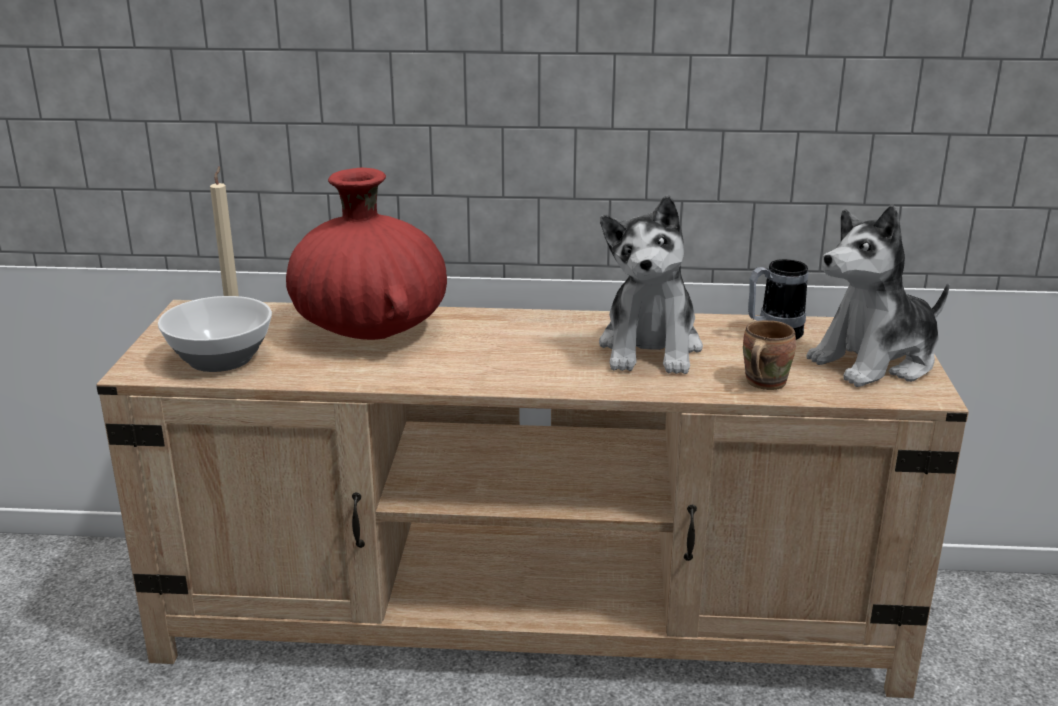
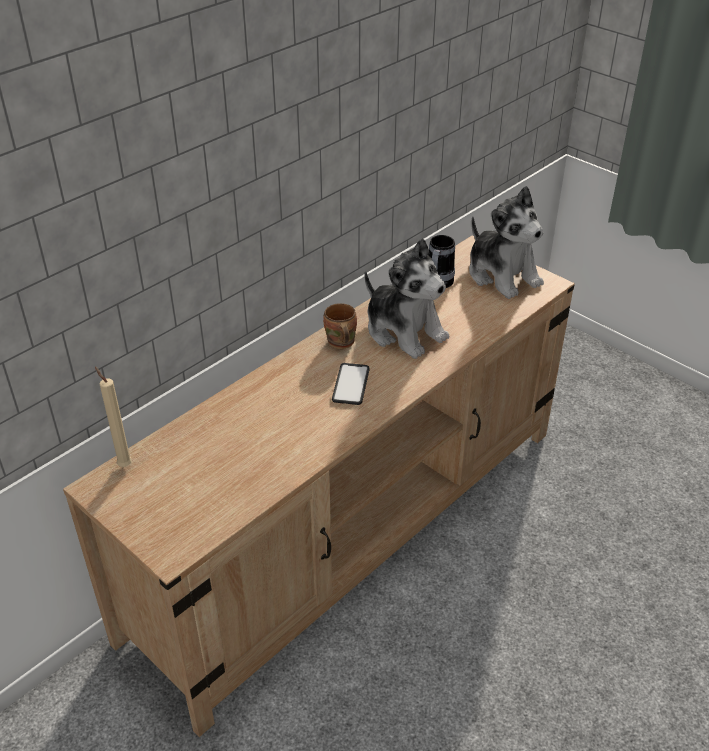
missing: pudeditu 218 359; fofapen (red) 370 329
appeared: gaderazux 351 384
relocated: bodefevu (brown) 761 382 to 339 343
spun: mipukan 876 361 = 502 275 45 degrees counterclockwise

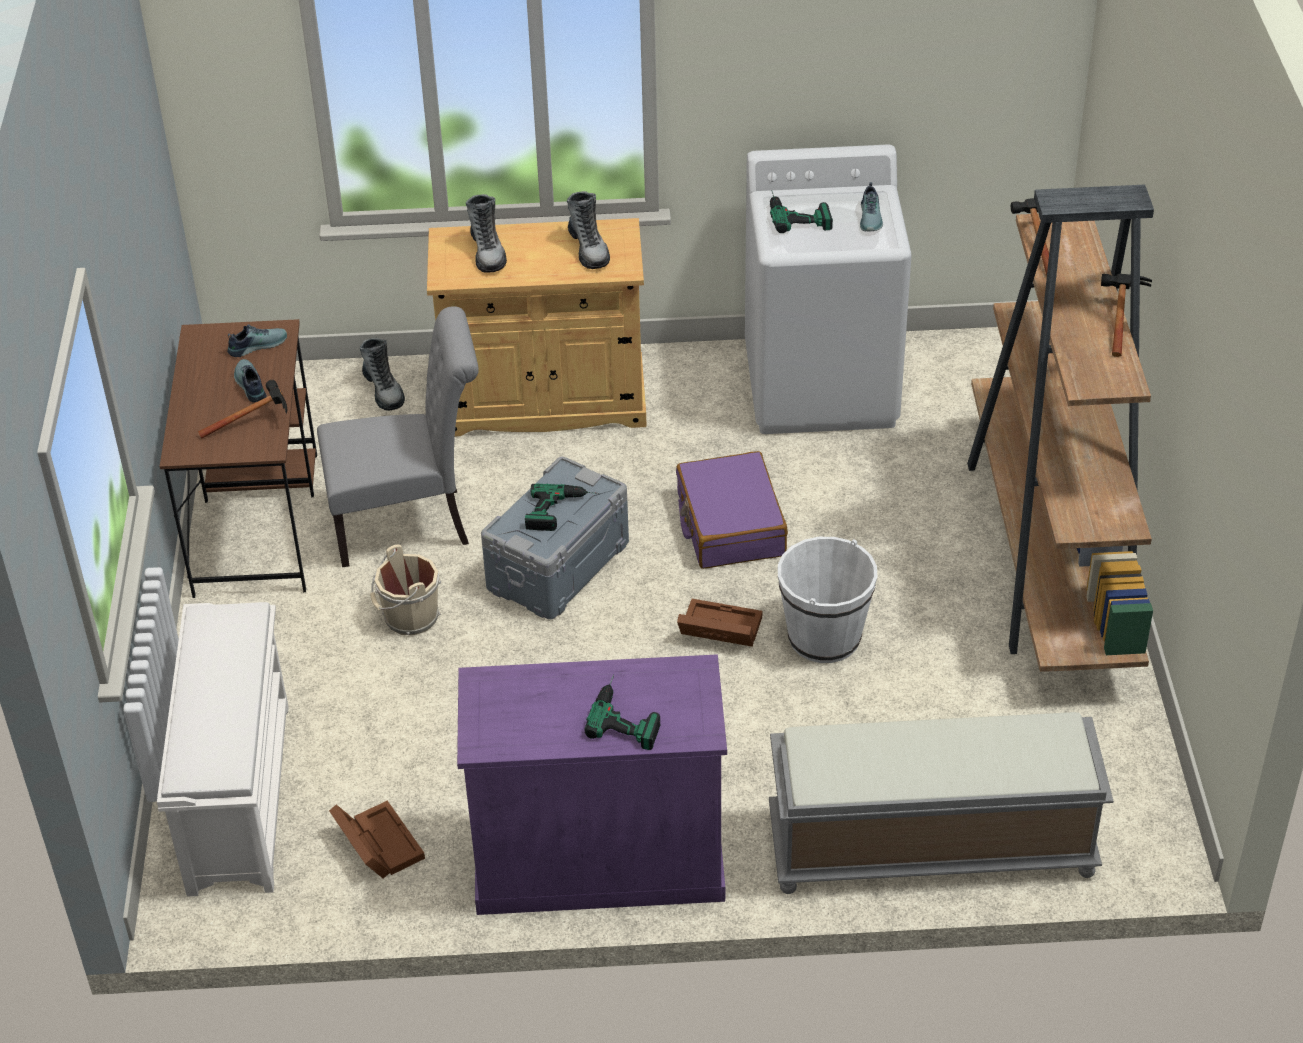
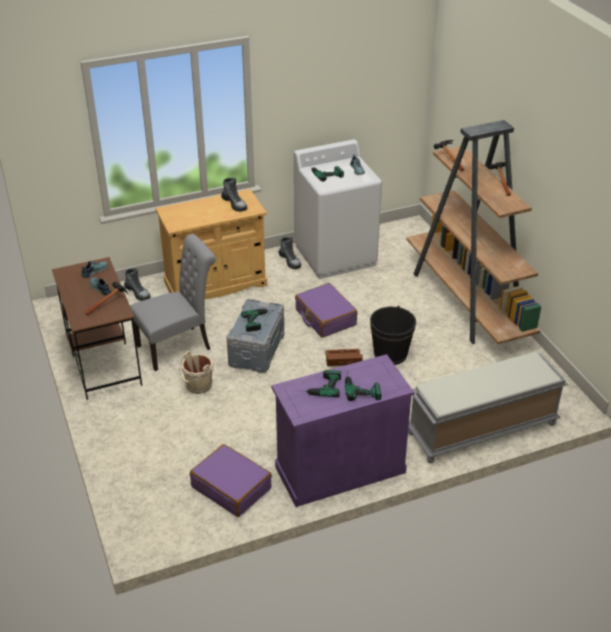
missing: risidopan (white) 238 796
appeared: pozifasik 320 386
relocated: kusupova 487 252 to 290 261
exchanged: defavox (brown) 376 844 to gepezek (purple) 231 487
colour: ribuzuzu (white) 824 637 to ribuzuzu (black) 390 354

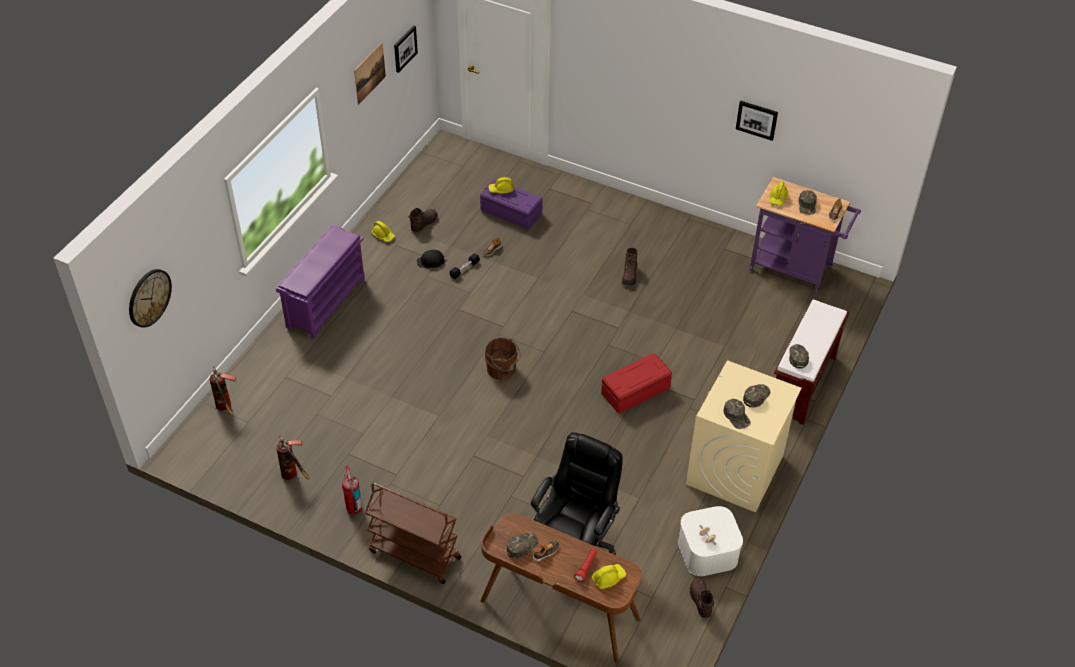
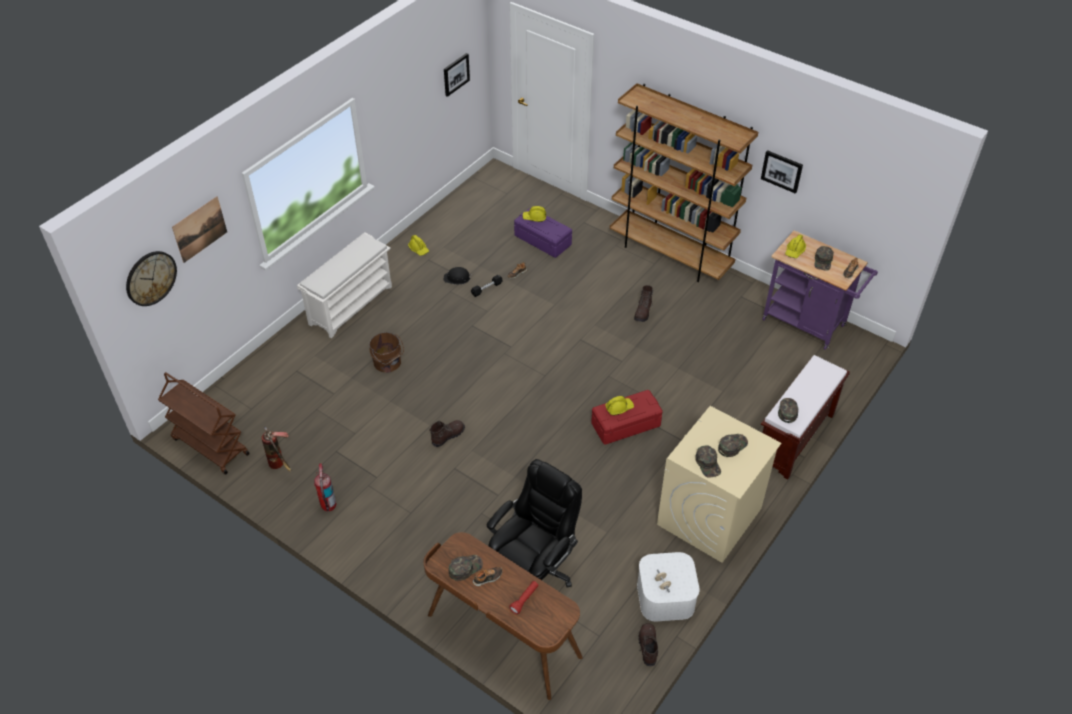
missing: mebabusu 227 408
appeared: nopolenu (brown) 670 255
relocated: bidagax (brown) 414 555 to 210 446; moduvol 369 73 to 200 229; ribuzuzu (brown) 502 370 to 388 363; kusupova (brown) 423 223 to 447 436; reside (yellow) 608 578 to 619 408
colour: risidopan (purple) 326 302 to risidopan (white) 351 304

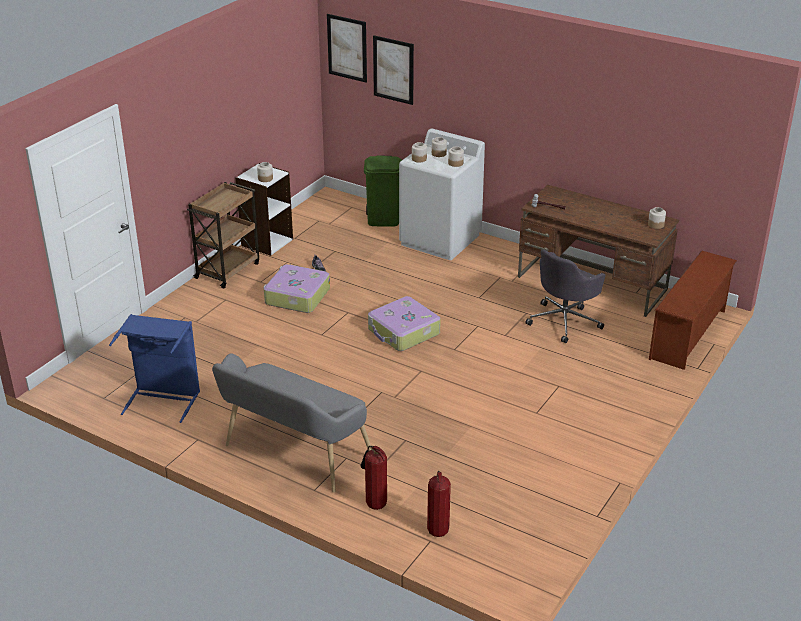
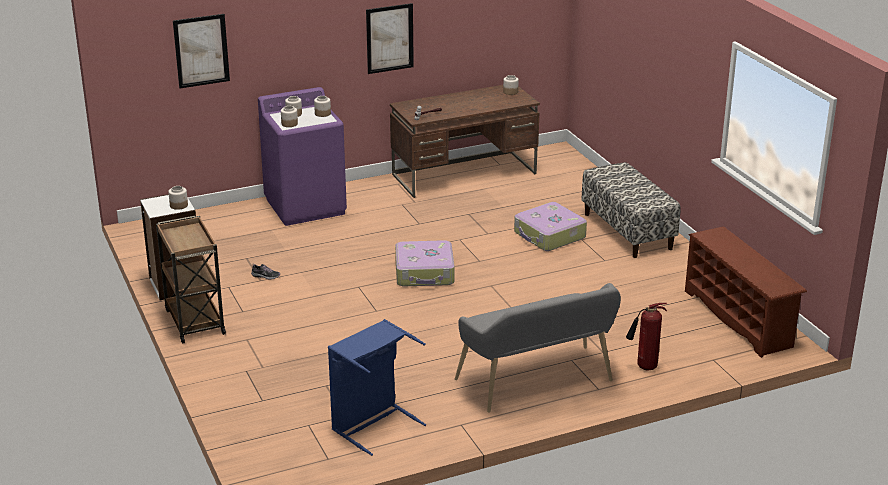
missing: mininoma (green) 384 220; mebabusu 437 530; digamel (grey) 564 321
appeared: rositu 628 231
relocated: moduvol 347 48 to 389 38; gepezek 296 296 to 549 235; risidopan (brown) 689 335 to 739 319
colour: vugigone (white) 440 240 to vugigone (purple) 306 206

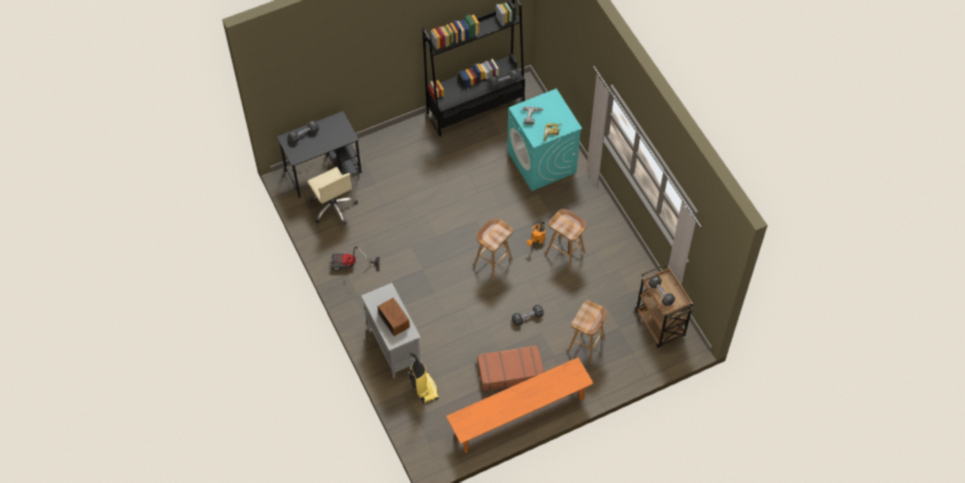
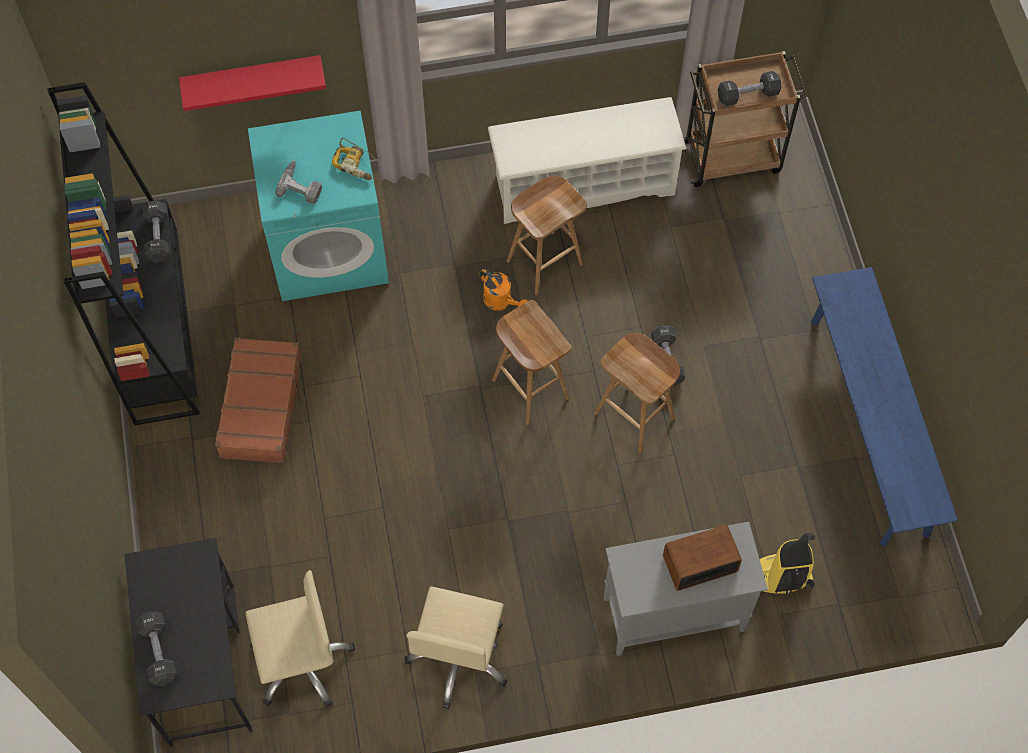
appeared: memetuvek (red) 252 78; risidopan (white) 584 184
relocated: gepezek (brown) 510 371 to 260 407; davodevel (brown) 586 346 to 635 416
exchanged: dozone 351 266 to digamel (beige) 460 657
colour: rositu (orange) 519 415 to rositu (blue) 868 425

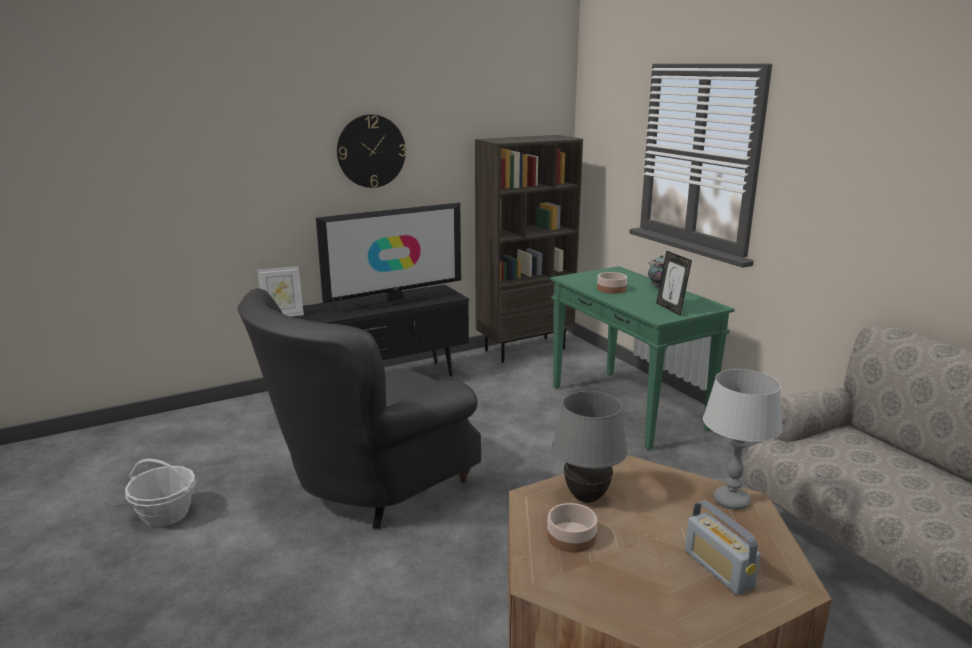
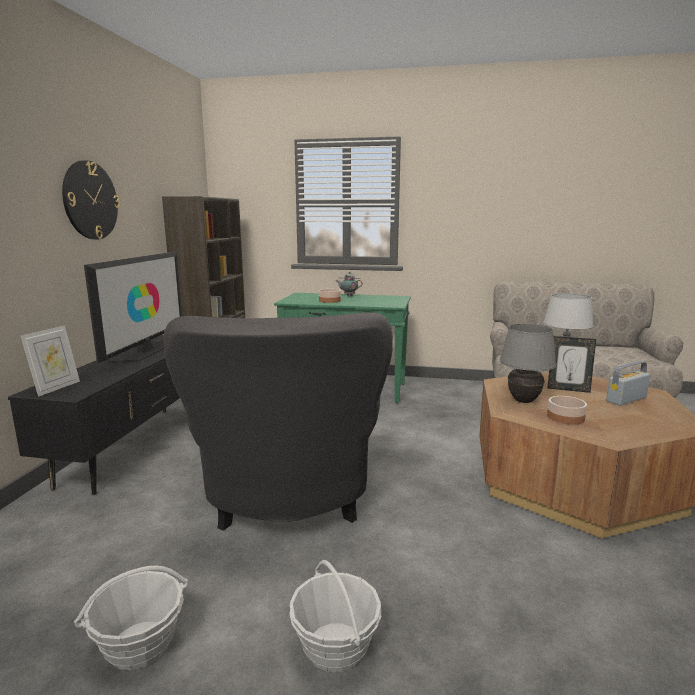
appeared: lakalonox 335 646
relocated: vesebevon 670 309 to 568 389
spun: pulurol 718 569 = 626 399 135 degrees clockwise

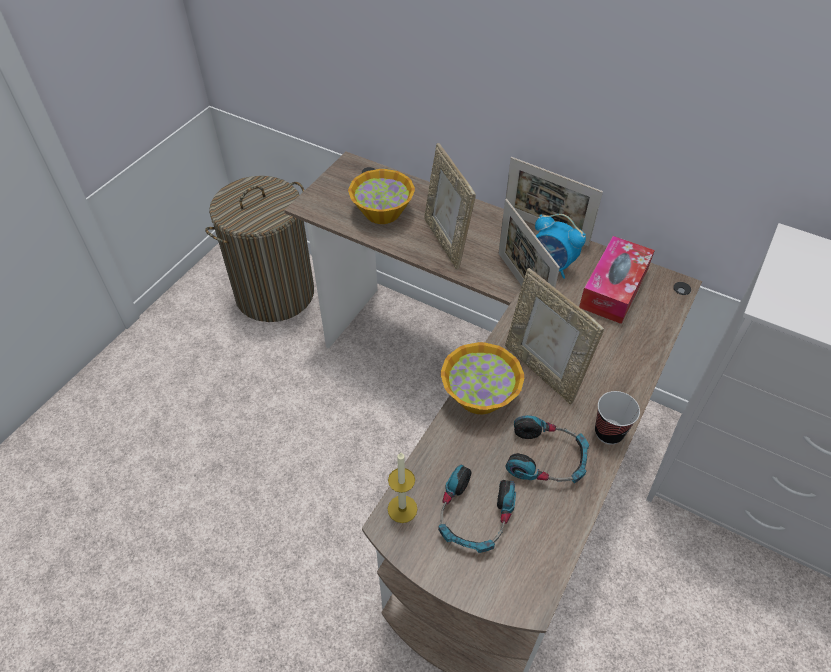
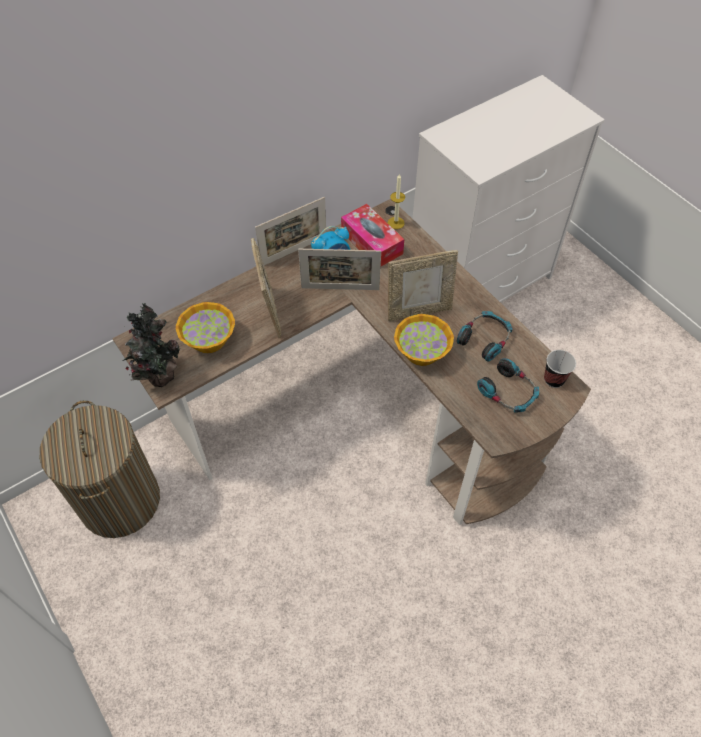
appeared: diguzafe 158 376
relocated: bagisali 402 509 to 396 223; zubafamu 609 432 to 554 379
spun: vesebevon 446 241 = 269 313 105 degrees counterclockwise

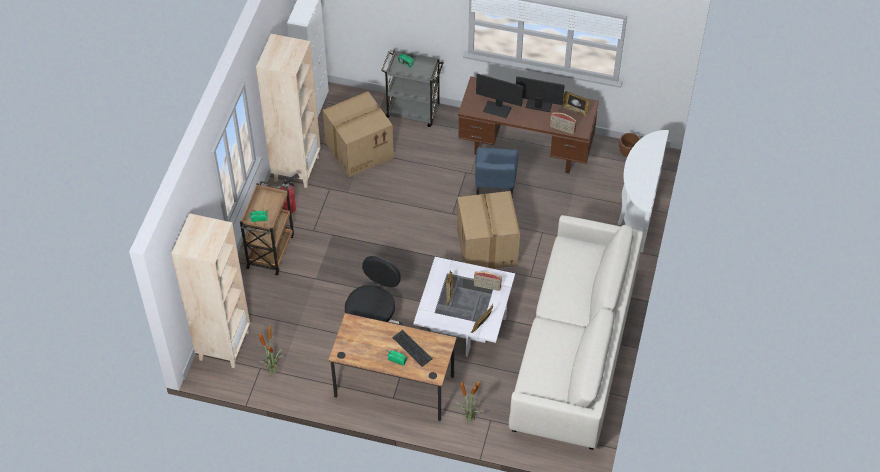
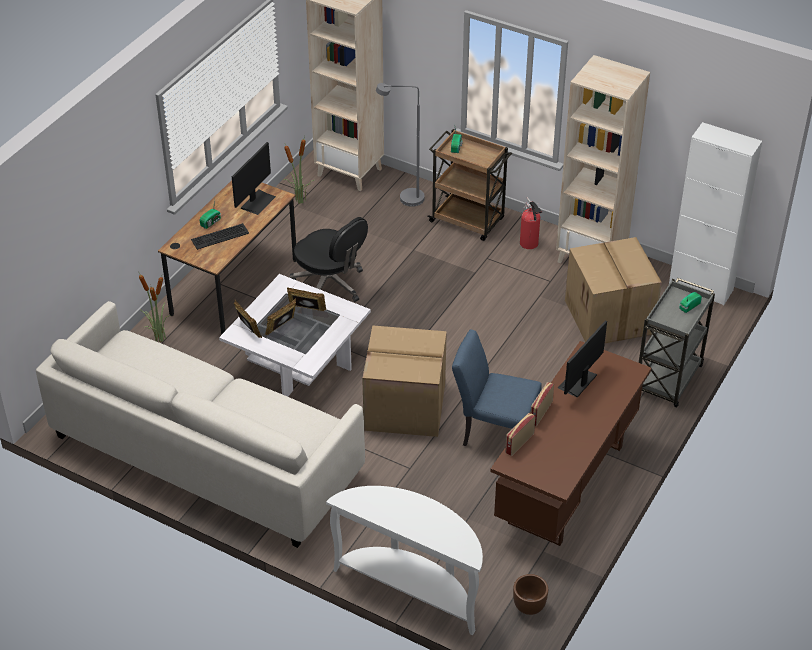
appeared: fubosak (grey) 404 199
relocated: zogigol 538 105 to 257 202; vesebevon 575 110 to 282 327; pulurol 487 286 to 540 413

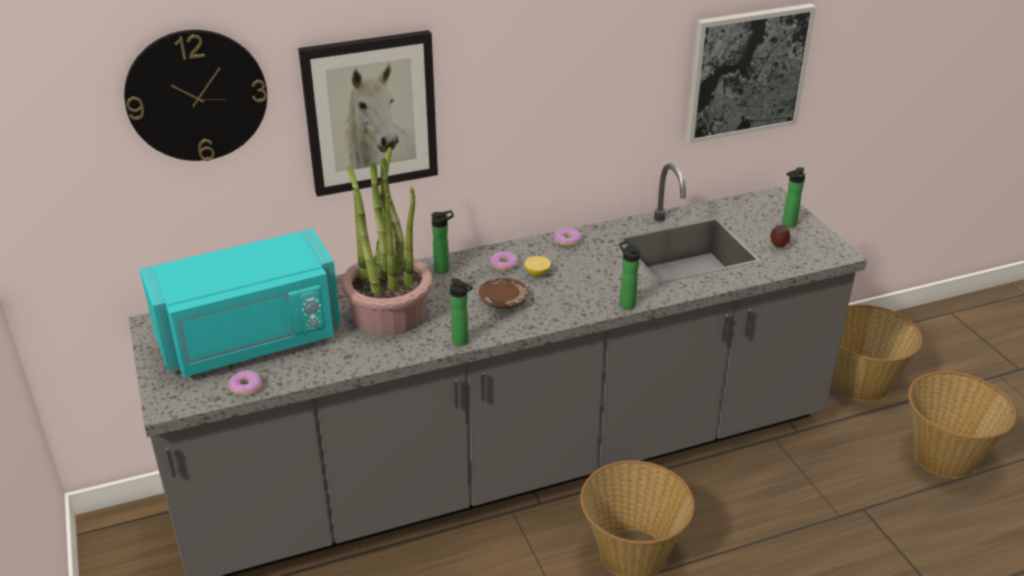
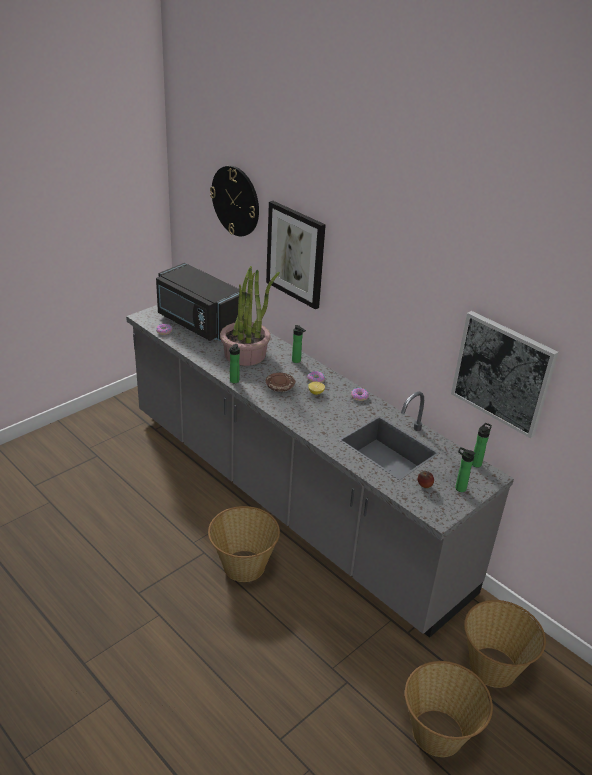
relocated: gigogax 625 303 to 477 463
colour: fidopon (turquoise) 251 341 to fidopon (black) 199 323

